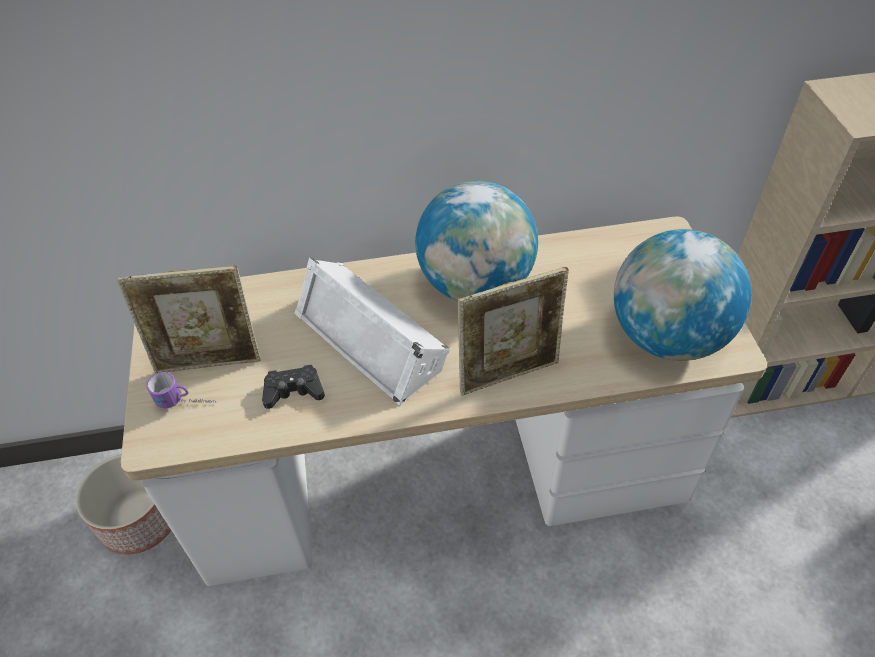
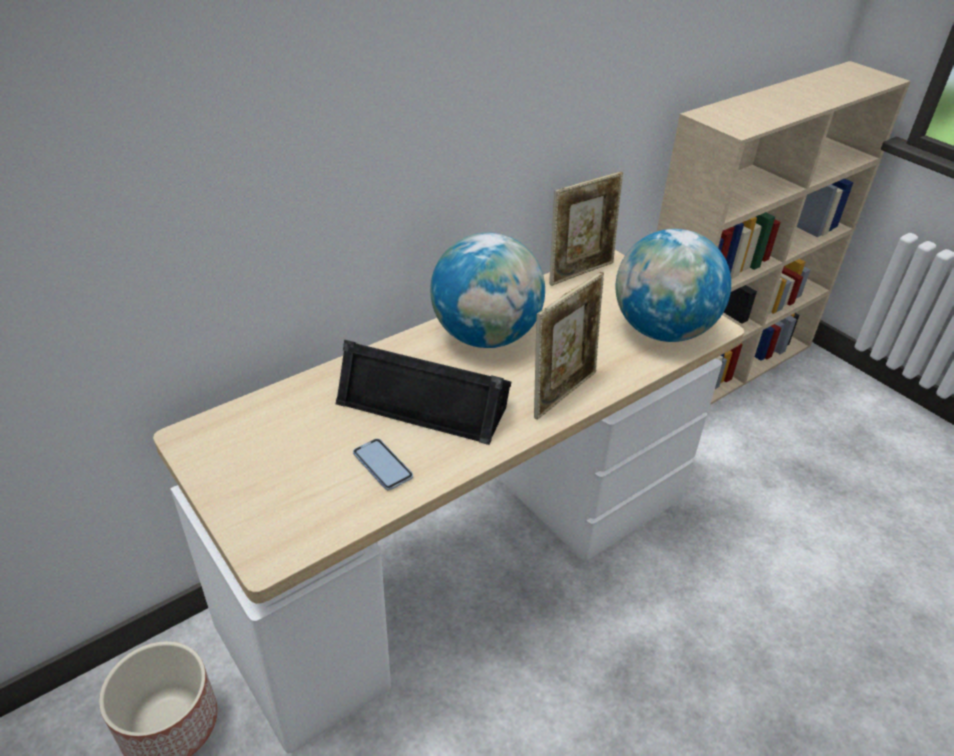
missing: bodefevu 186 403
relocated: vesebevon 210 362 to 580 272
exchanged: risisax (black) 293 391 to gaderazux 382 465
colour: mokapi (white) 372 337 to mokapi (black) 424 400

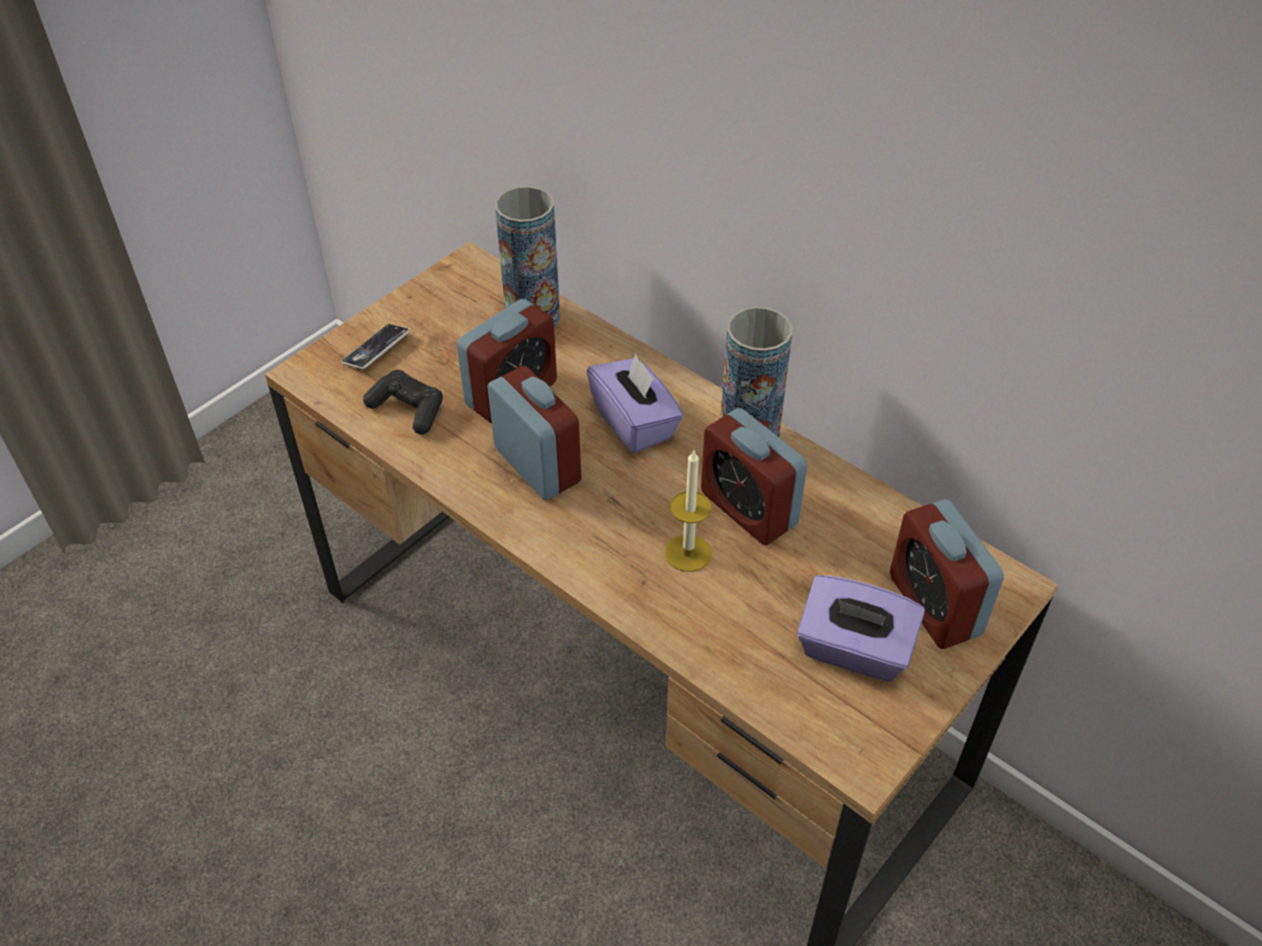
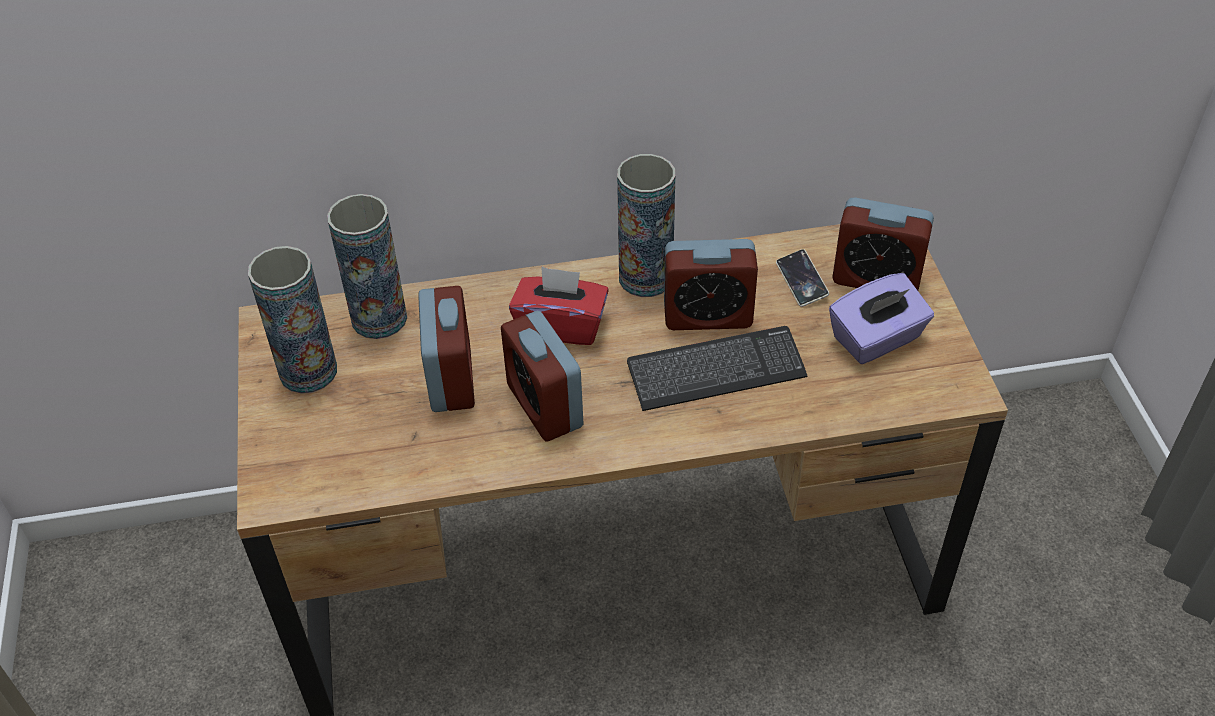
missing: risisax (black) 408 409
appeared: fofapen 308 371
relocated: gaderazux 376 350 to 801 281
exchanged: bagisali 688 553 to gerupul 716 371
colour: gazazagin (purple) 635 422 to gazazagin (red) 561 326
spun: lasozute 537 465 = 544 406 120 degrees counterclockwise

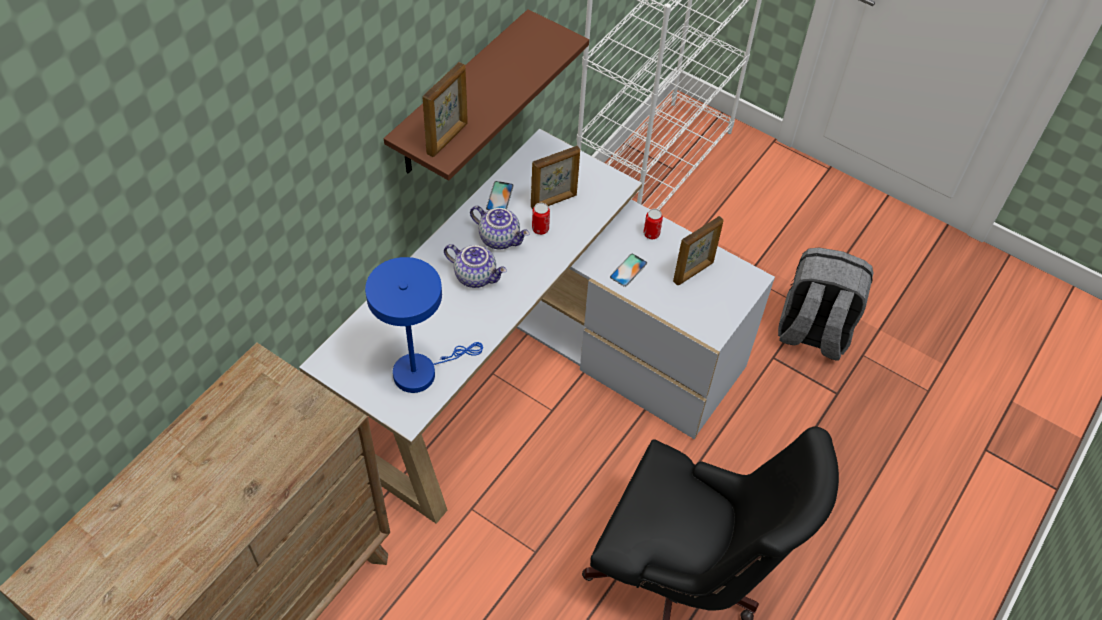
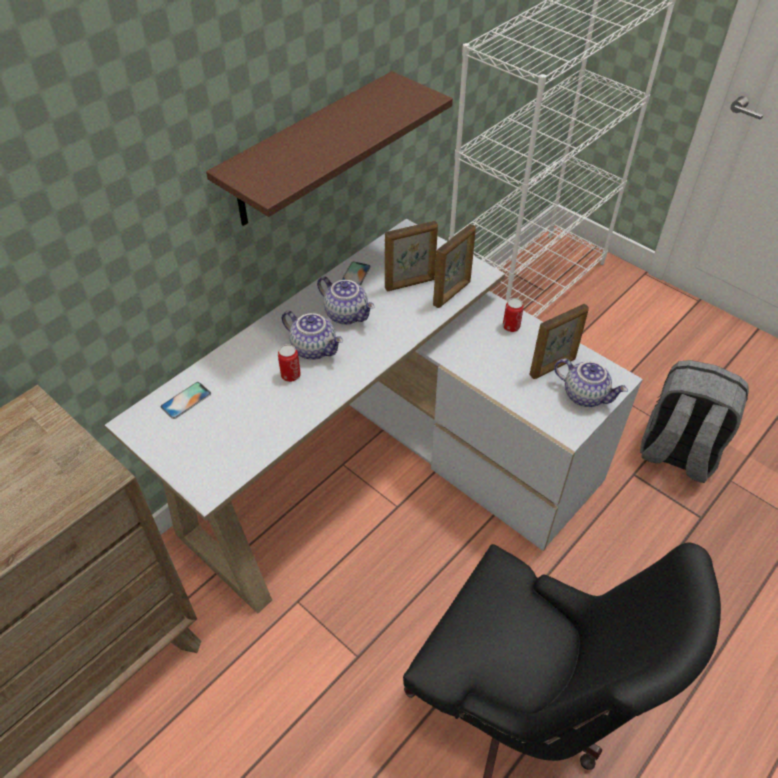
missing: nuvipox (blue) 421 371
appeared: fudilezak 585 395
relocated: gaderazux 628 270 to 186 400; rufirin 540 229 to 290 375; vesebevon 448 139 to 452 293

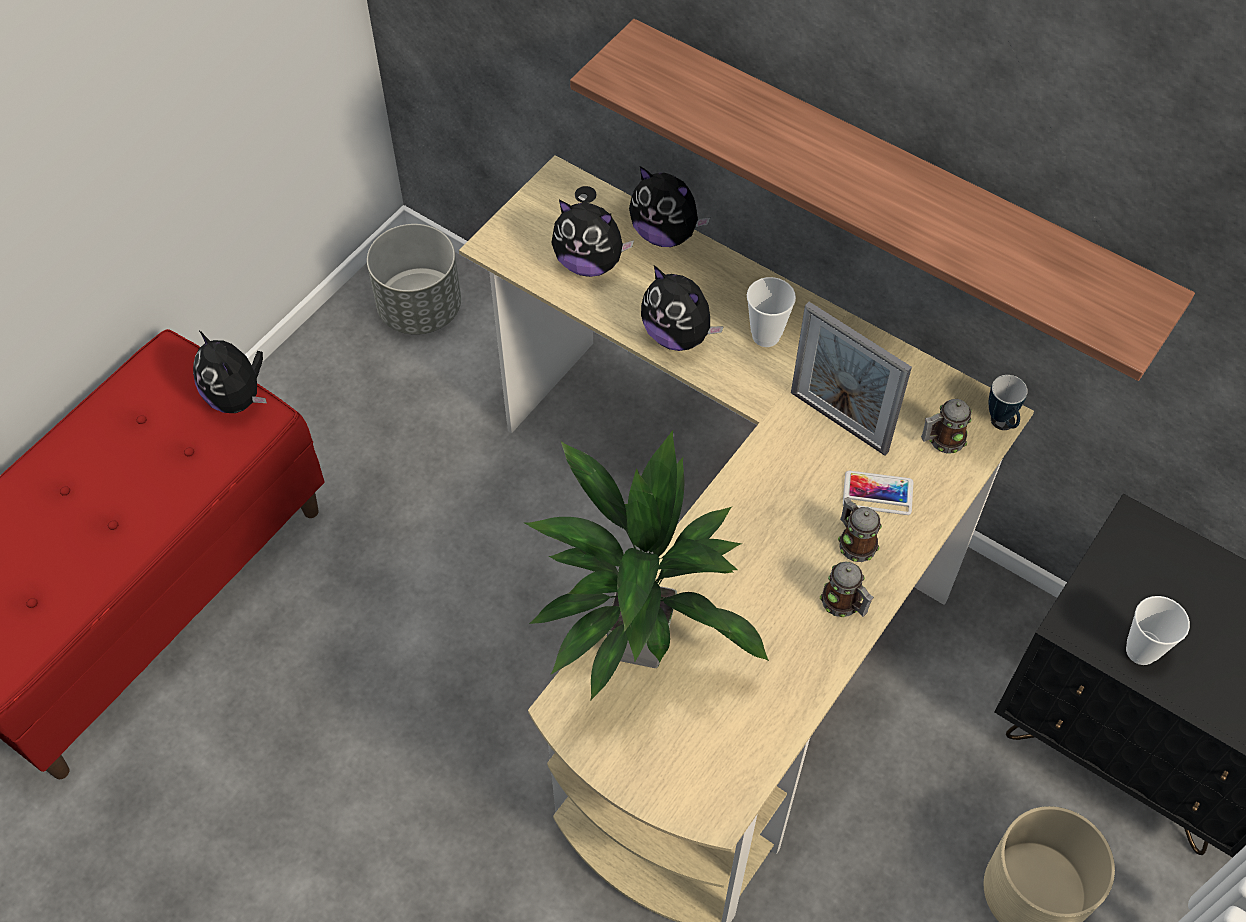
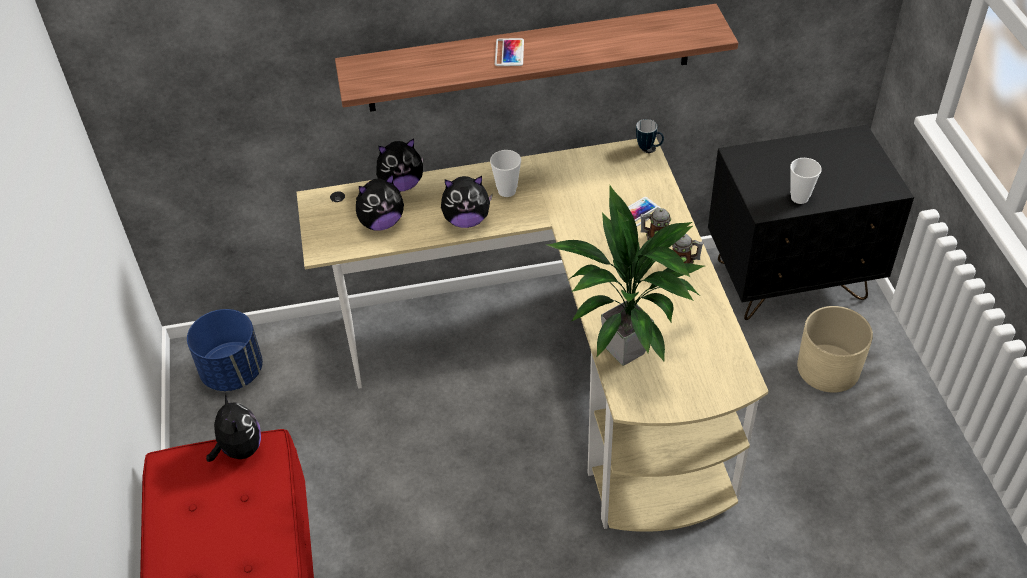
missing: vesebevon 839 422; bodefevu 942 440
appeared: gaderazux 509 53
colour: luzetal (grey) 421 309 to luzetal (blue) 233 371
spun: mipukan 238 397 = 239 449 120 degrees counterclockwise

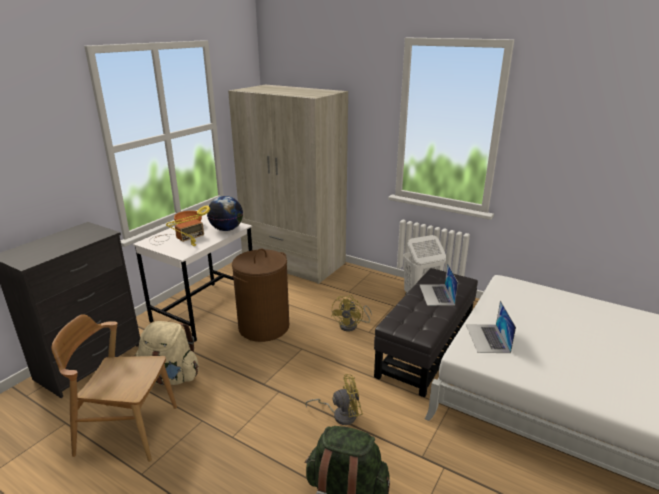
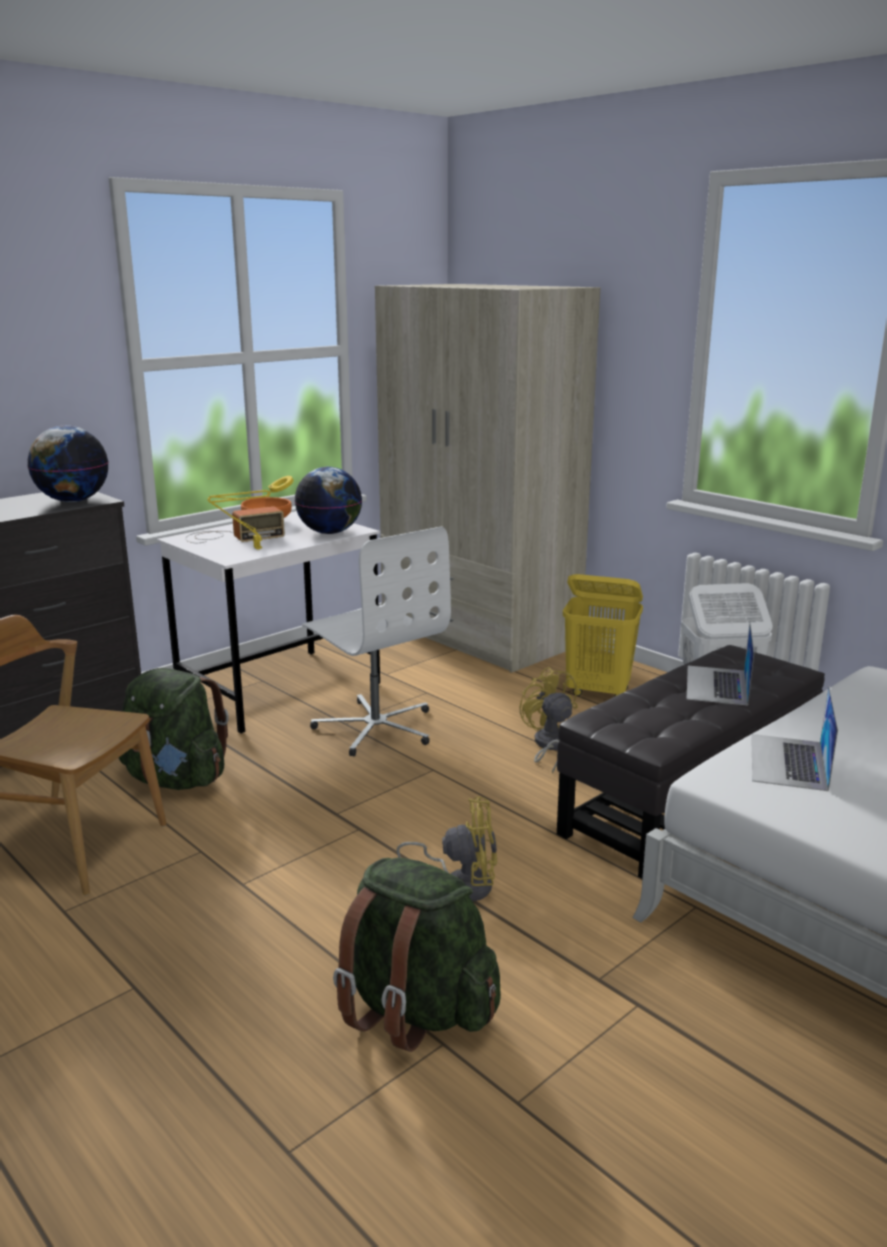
appeared: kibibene 73 501; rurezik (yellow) 599 692
exchanged: rurezik (brown) 264 327 to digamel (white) 376 727
colour: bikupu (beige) 171 377 to bikupu (green) 176 779
spun: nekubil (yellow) 352 325 = 549 746 120 degrees clockwise

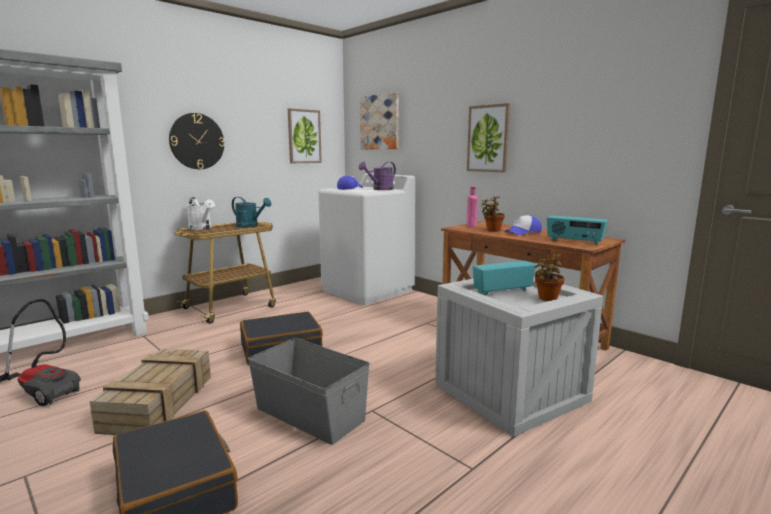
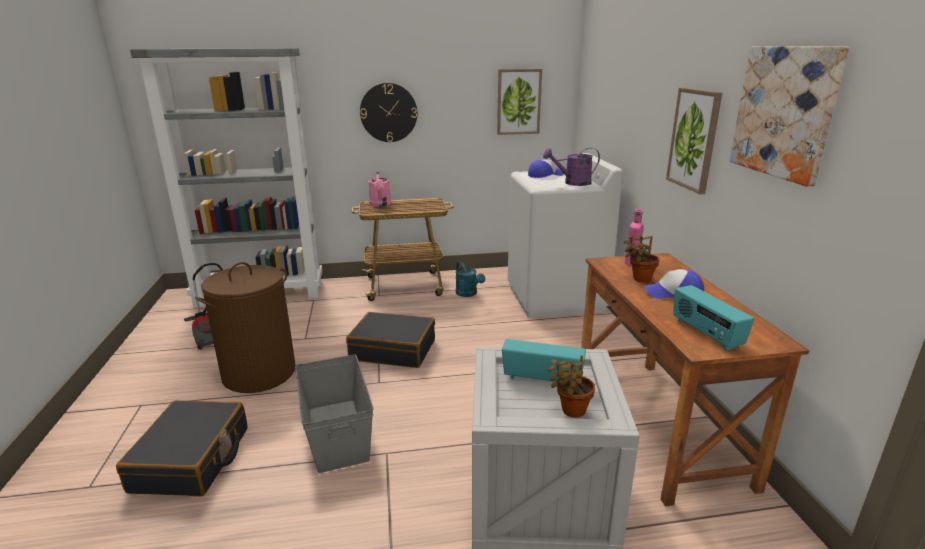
relocated: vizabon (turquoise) 250 226 to 468 294; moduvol 380 122 to 785 112
exchanged: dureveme 159 401 to rurezik (brown) 259 373
colour: vizabon (white) 202 228 to vizabon (pink) 380 205

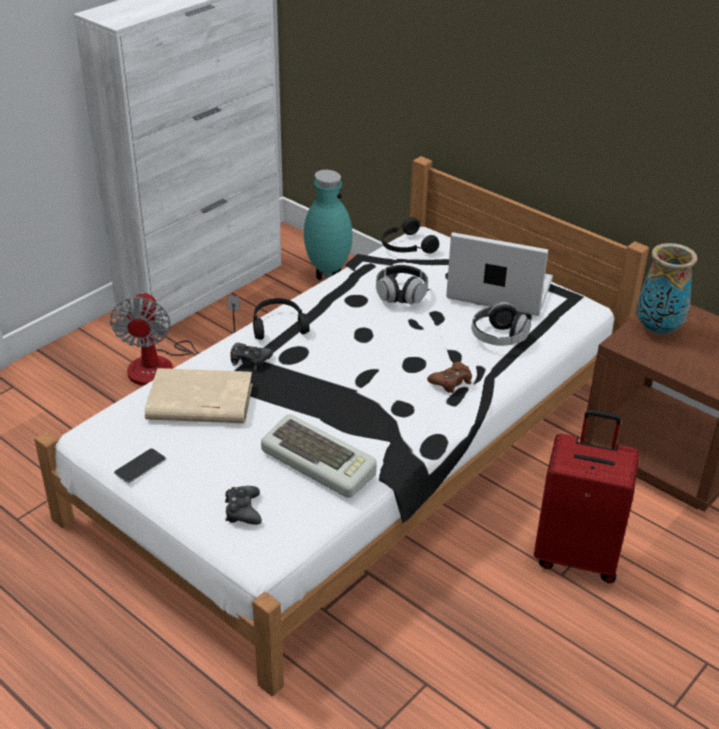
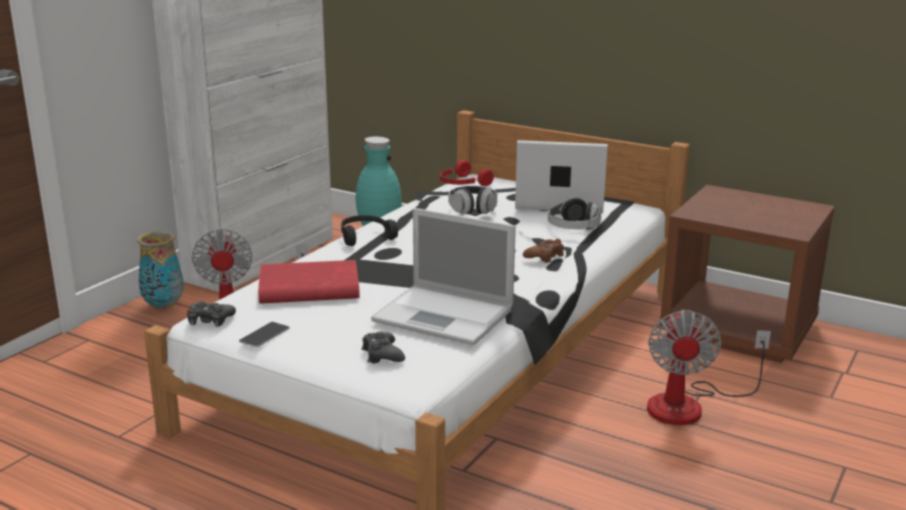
relocated: fofapen 657 329 to 163 306; risisax (black) 249 360 to 209 320
exchanged: gerupul 321 462 to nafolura 446 315; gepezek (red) 577 555 to nekubil 689 405
colour: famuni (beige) 199 402 to famuni (red) 308 289; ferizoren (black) 406 246 to ferizoren (red) 462 184

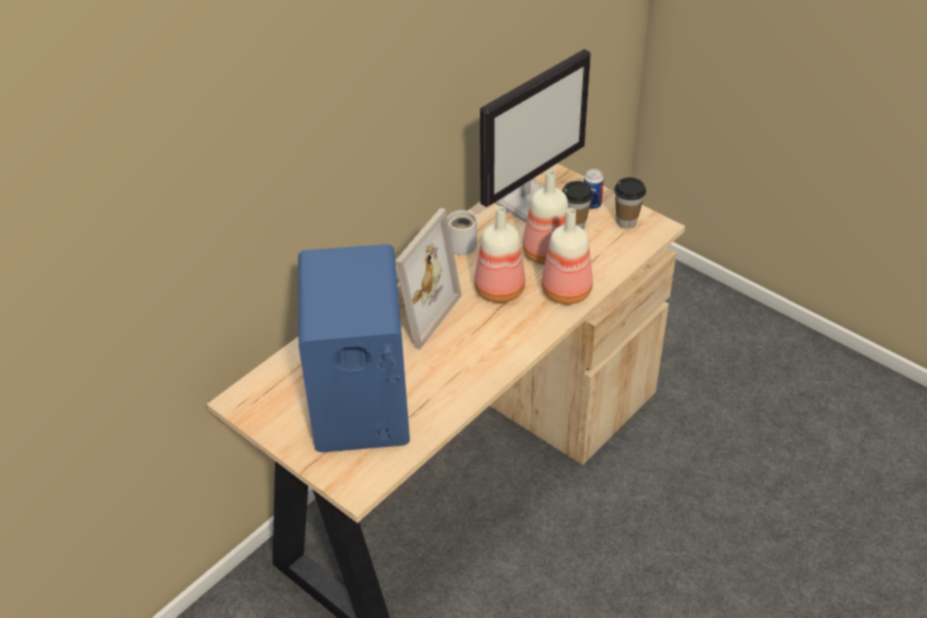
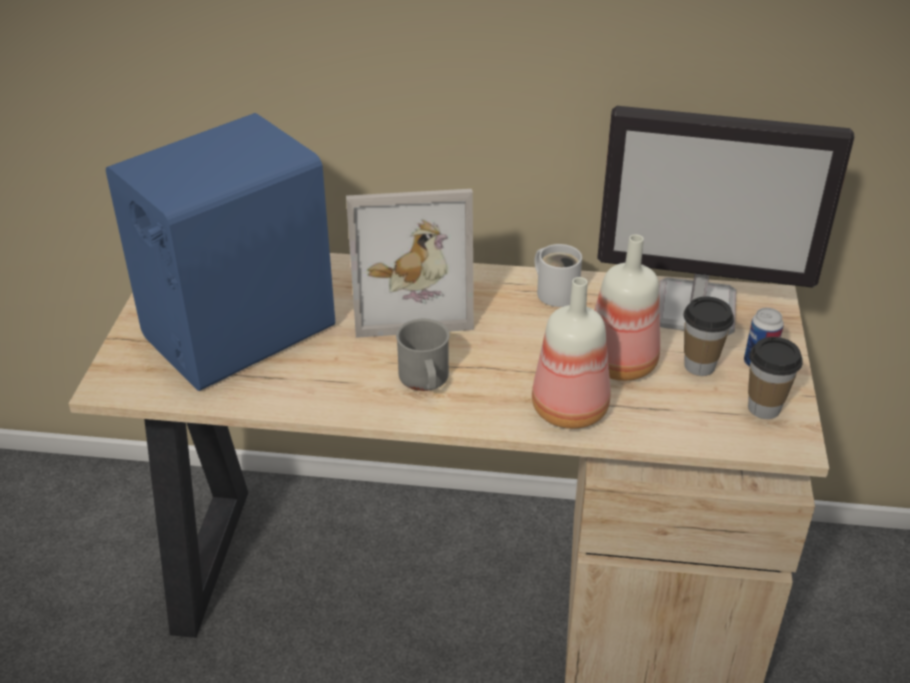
missing: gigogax 499 291
appeared: bodefevu (grey) 425 380

